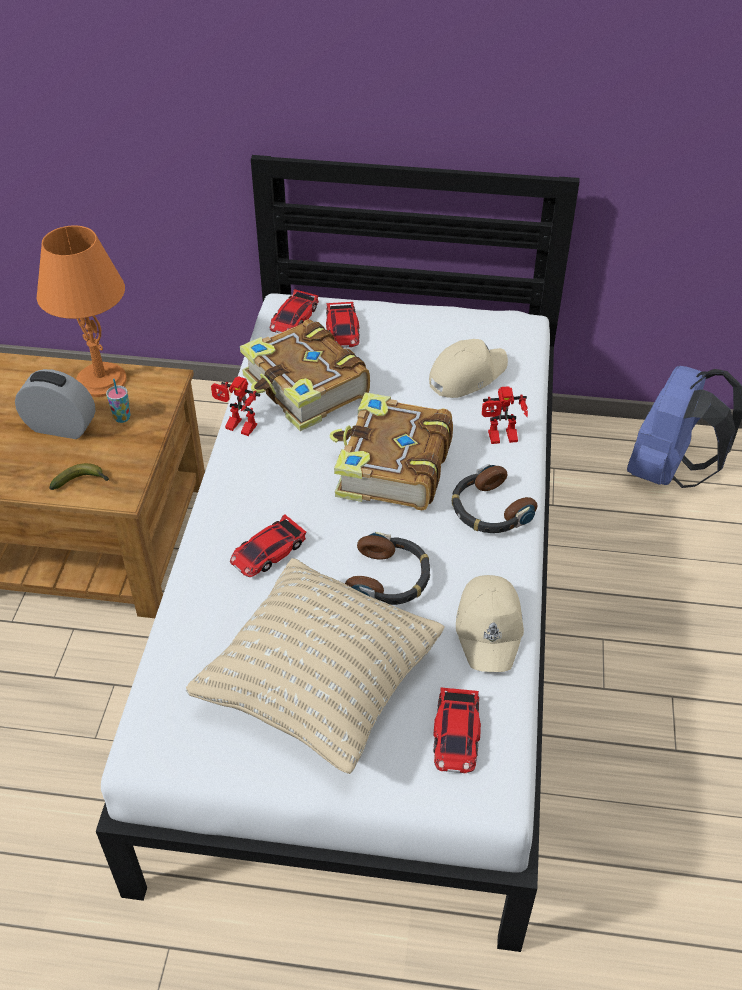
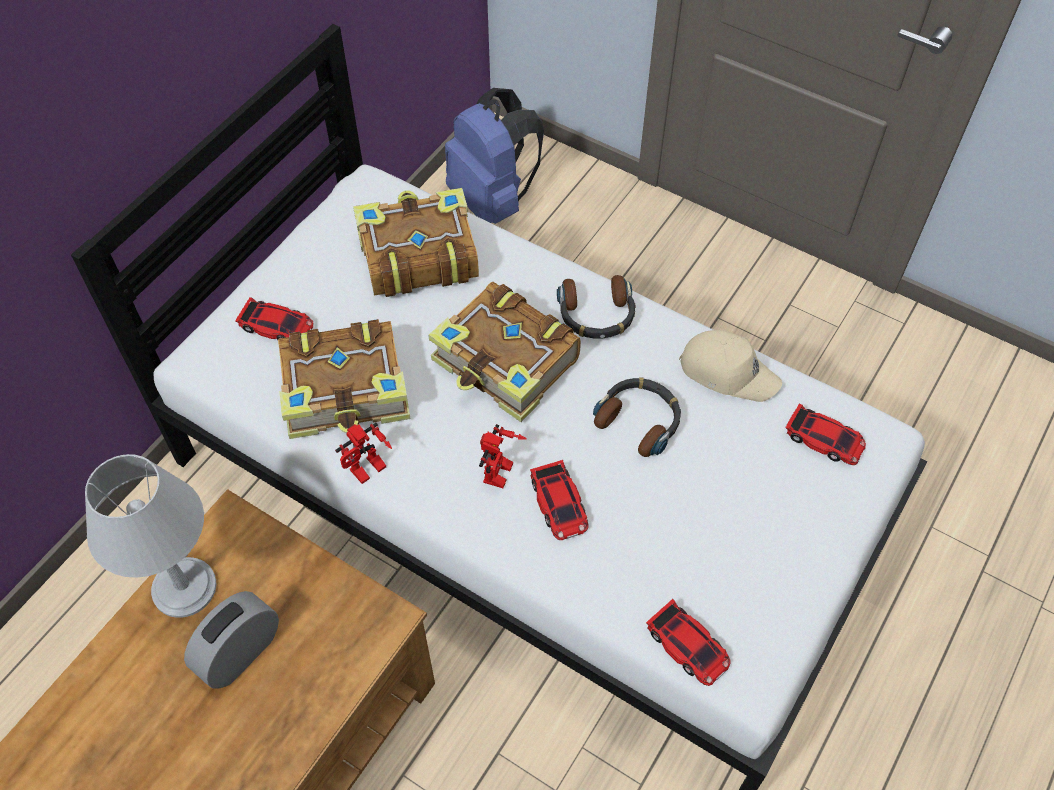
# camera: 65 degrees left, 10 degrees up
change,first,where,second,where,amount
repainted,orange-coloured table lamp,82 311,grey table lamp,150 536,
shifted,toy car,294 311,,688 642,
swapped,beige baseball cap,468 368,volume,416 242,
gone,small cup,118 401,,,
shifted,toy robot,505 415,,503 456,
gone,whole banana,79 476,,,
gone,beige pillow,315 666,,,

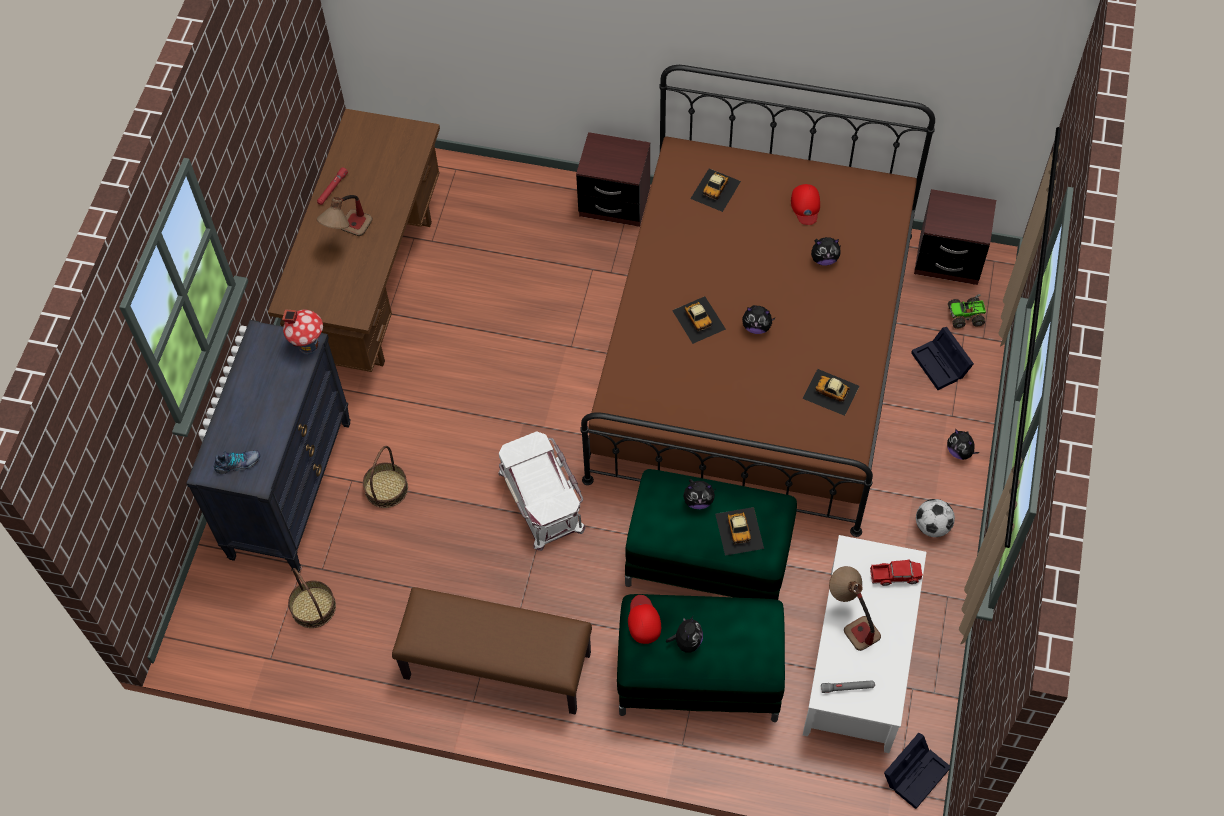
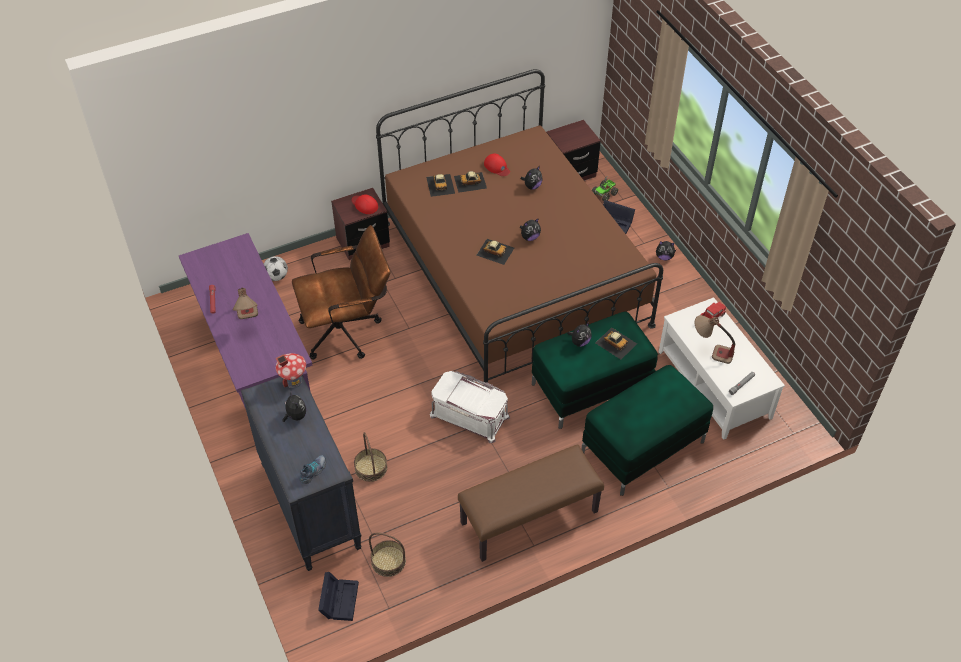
# camera: 40 degrees left, 10 degrees down
change,first,where,second,where,amount
repainted,brownish desk unit,354 240,purplish desk unit,246 321,
shifted,toy car,830 392,,470 182,
shifted,ball for football,935 518,,276 268,
shifted,reddish baseball cap,644 619,,365 204,
shifted,cuddly toy,684 634,,294 406,
shifted,blackish storage container,917 771,,338 596,
new,,,brownish desk chair,341 292,

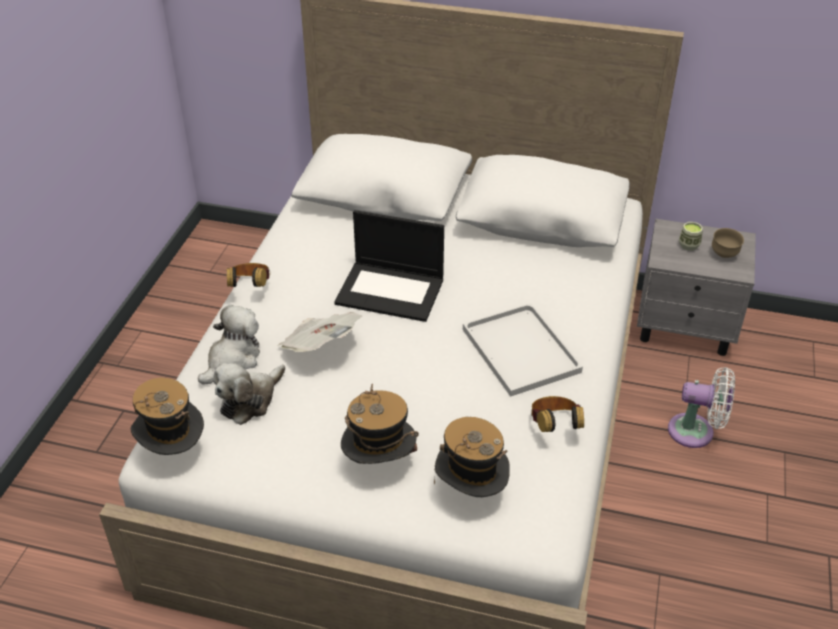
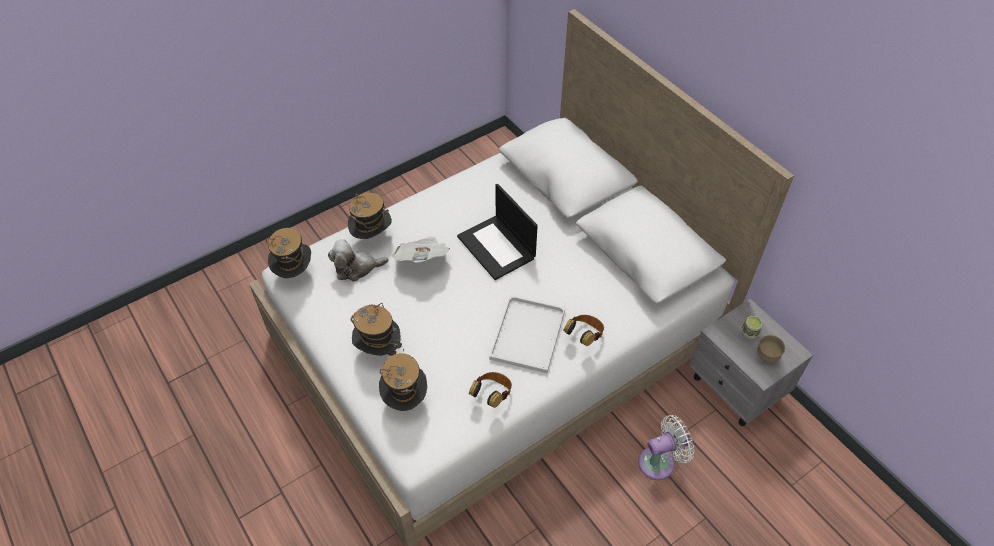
# camera: 40 degrees right, 10 degrees up
change,first,where,second,where,amount
shifted,headphones,248 275,,583 330,
swapped,cuddly toy,229 345,wearable hat,370 215,
rotated,white-coloured electric fan,701 407,,666 447,75 degrees counterclockwise

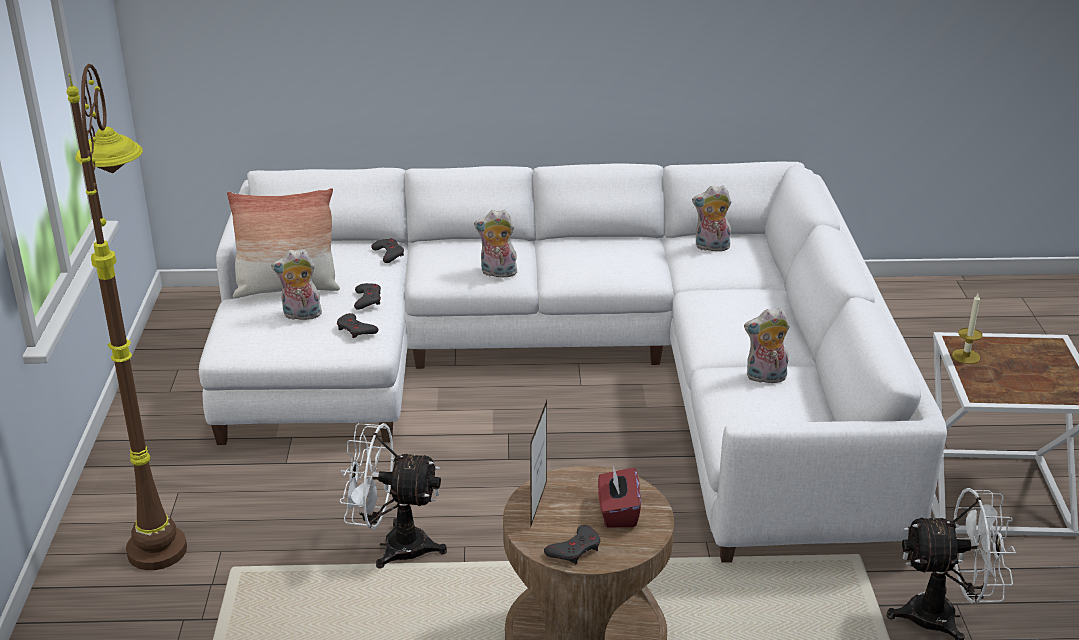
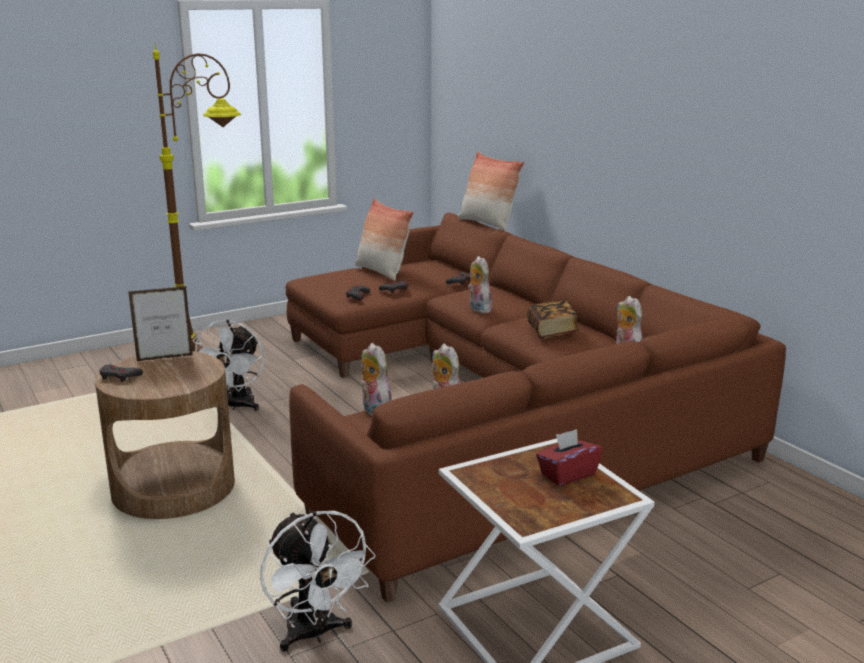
# camera: 60 degrees right, 10 degrees down
change,first,where,second,where,amount
repainted,white-coloured couch,573 362,brownish couch,536 407,
shifted,cuddly toy,296 284,,376 379,
gone,wax light,967 329,,,
rotated,white-coloured electric fan,393 496,,228 365,150 degrees counterclockwise
shifted,reddish box of tissues,619 496,,569 457,
new,,,pillow,491 191,
new,,,volume,553 320,

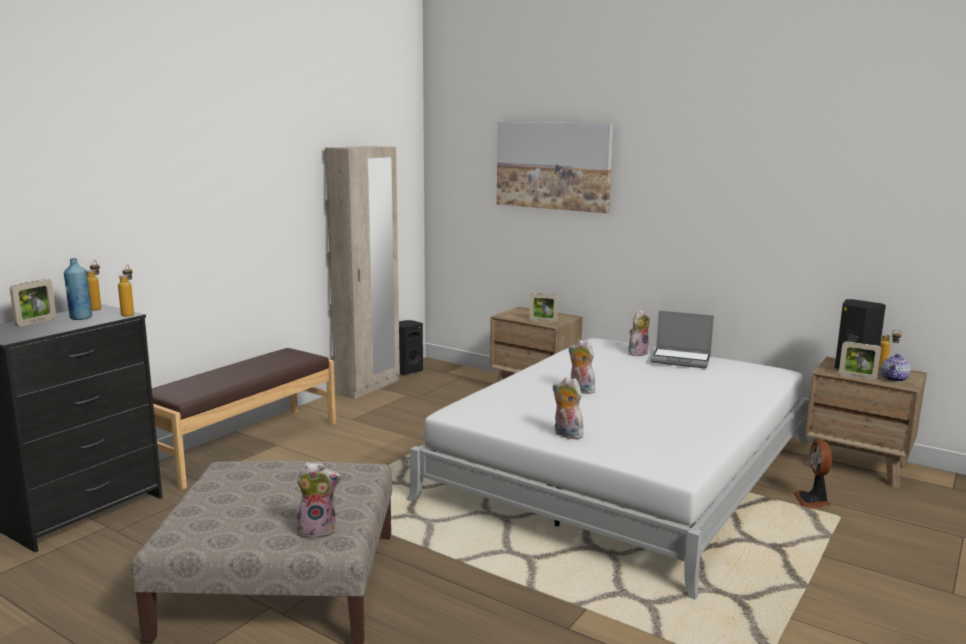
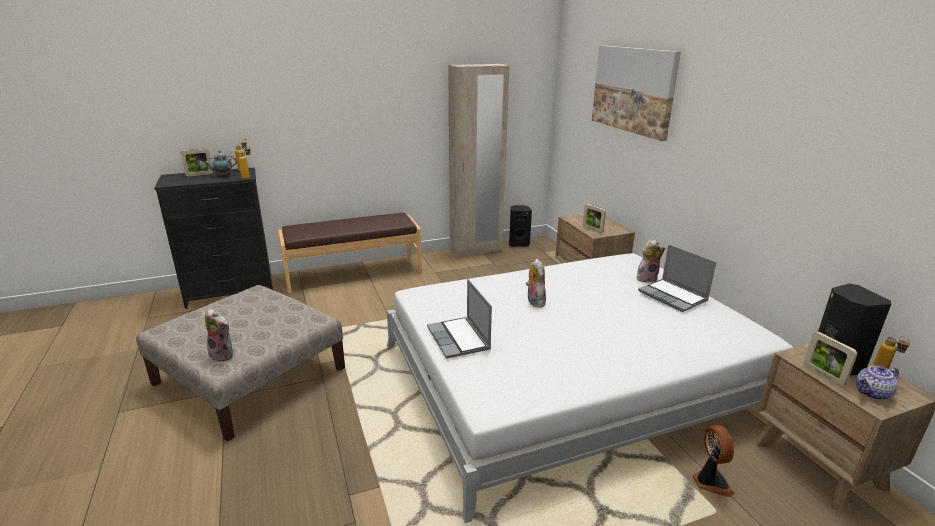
# camera: 35 degrees right, 10 degrees up
change,first,where,second,where,amount
swapped,bluish beverage bottle,78 289,pot for tea,220 163,
swapped,cuddly toy,568 408,notebook computer,459 319,
rotated,electric fan,813 474,,713 461,135 degrees clockwise

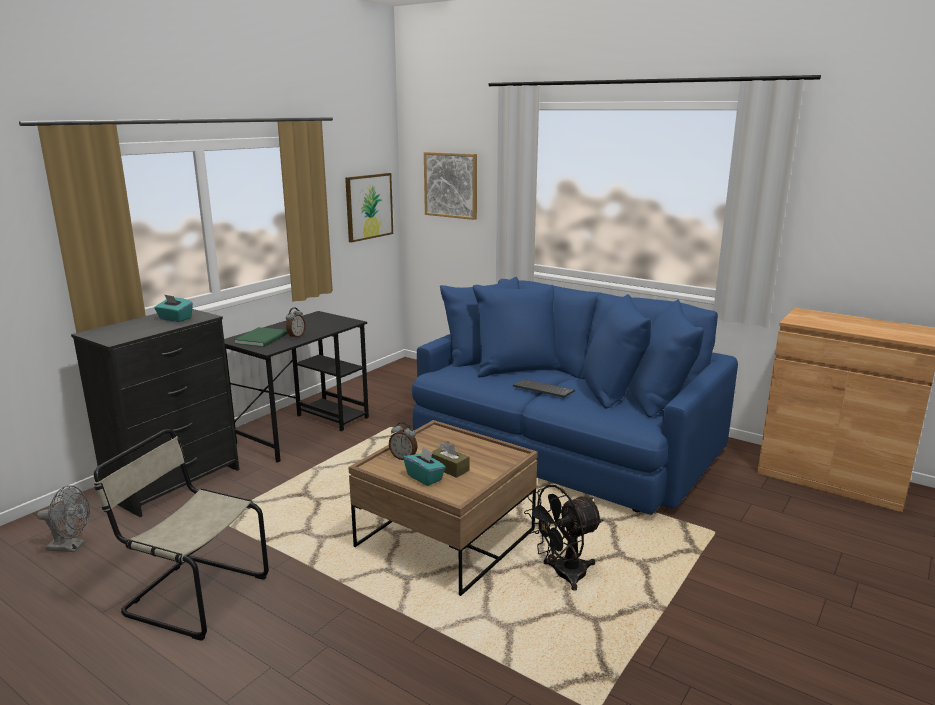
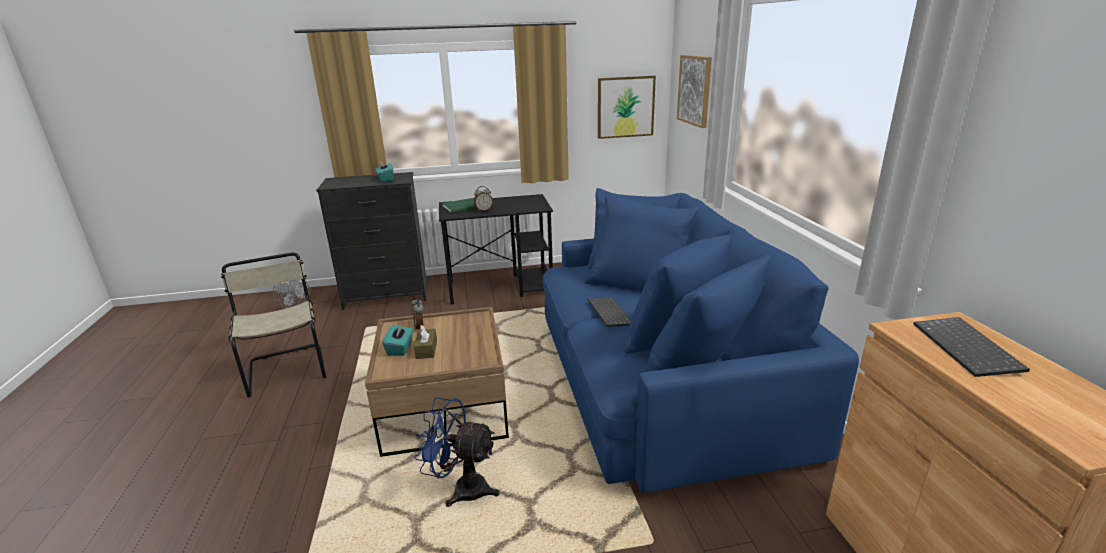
# camera: 45 degrees right, 5 degrees up
change,first,where,second,where,amount
repainted,blackish electric fan,563 538,bluish electric fan,457 452,
new,,,keyboard,972 347,

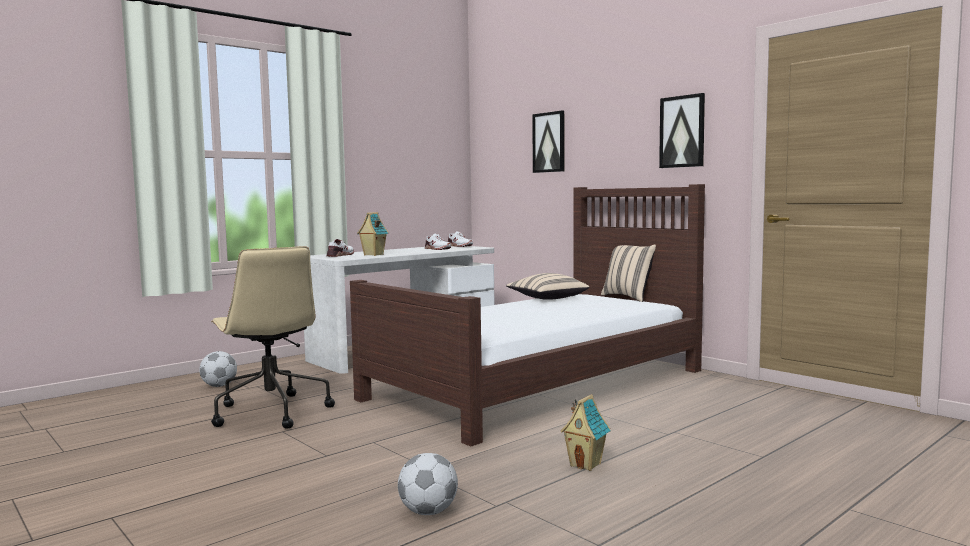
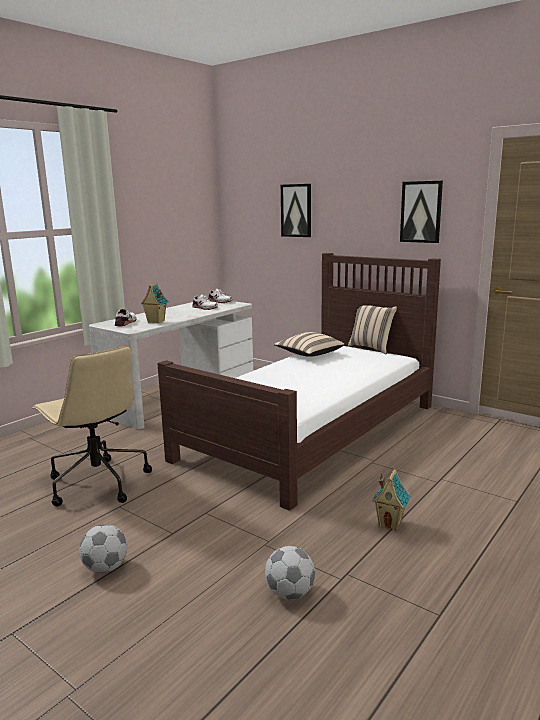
# camera: 10 degrees left, 10 degrees up
change,first,where,second,where,amount
shifted,ball for football,218 369,,103 548,

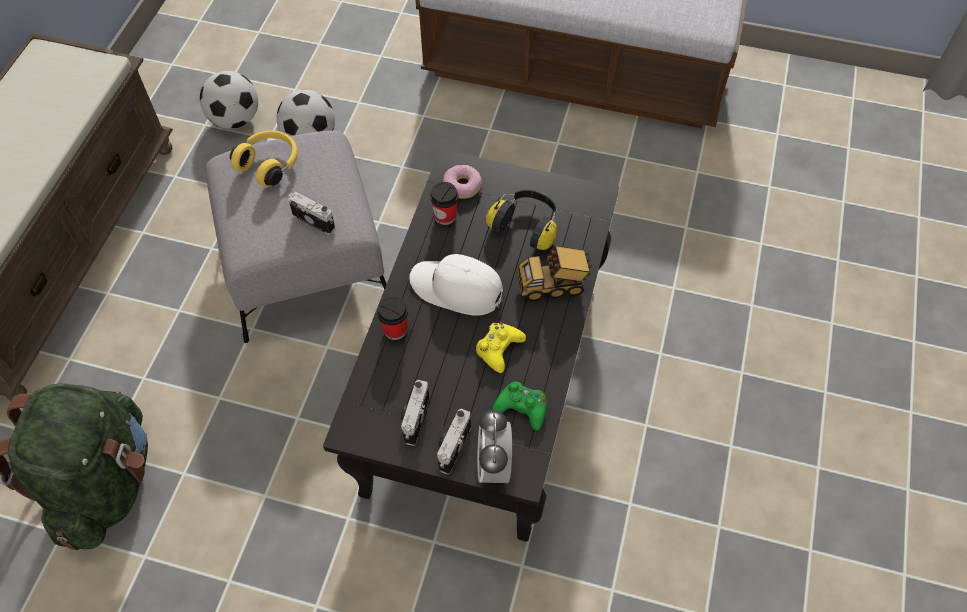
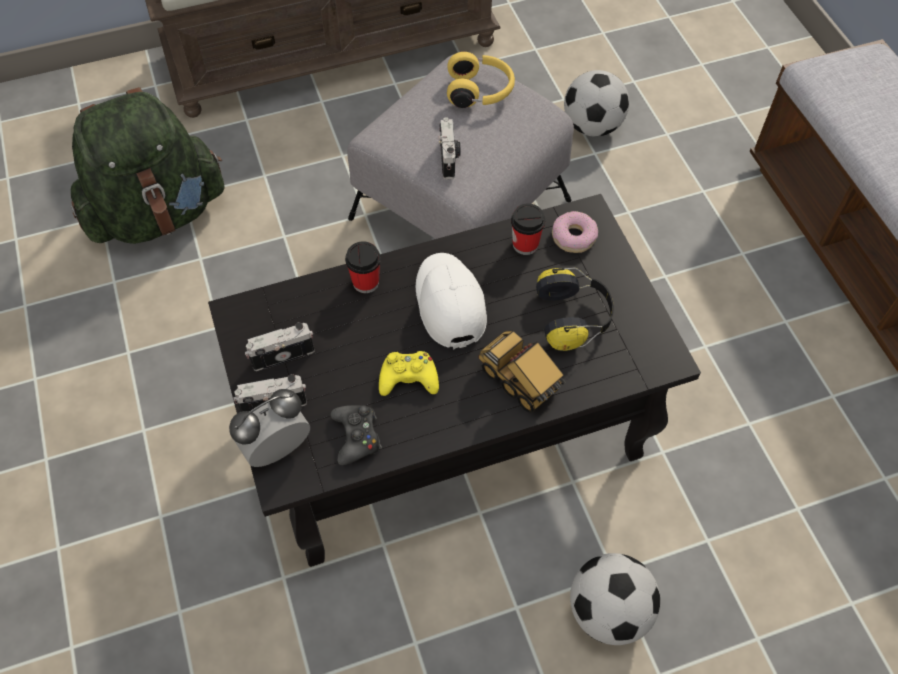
# camera: 55 degrees right, 0 degrees up
change,first,where,second,where,amount
shifted,ball for football,229 100,,615 599,
repainted,green-coloured joypad,519 405,blackish joypad,356 435,

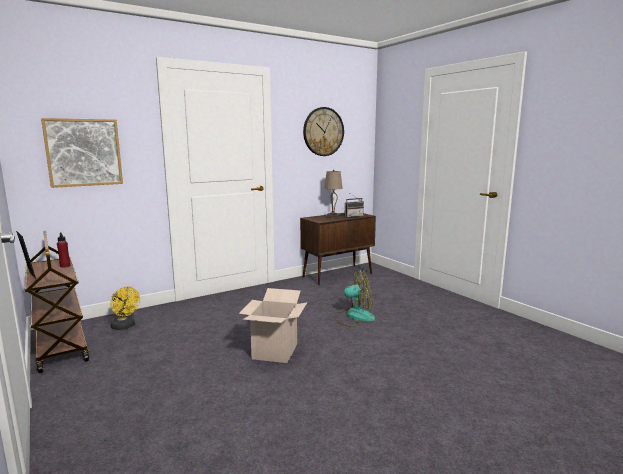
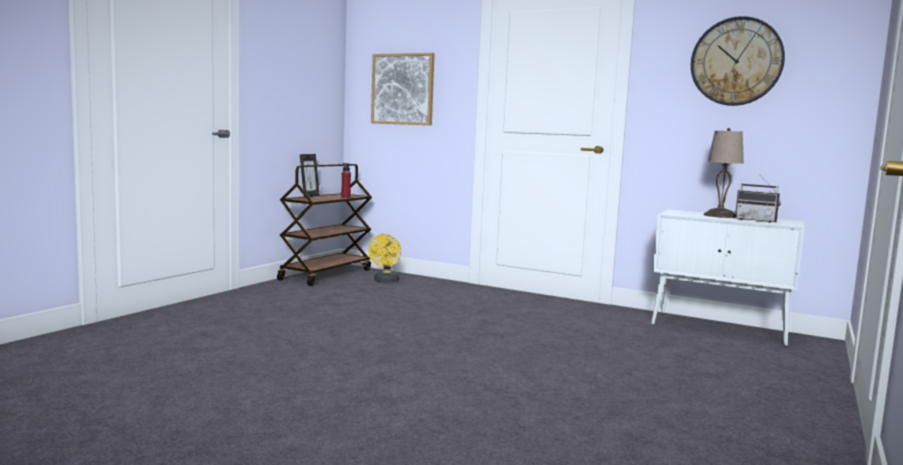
# camera: 60 degrees right, 5 degrees down
change,first,where,second,where,amount
repainted,brownish cabinet,338 249,white-coloured cabinet,727 278,
gone,electric fan,354 298,,,
gone,cardboard box,273 325,,,

